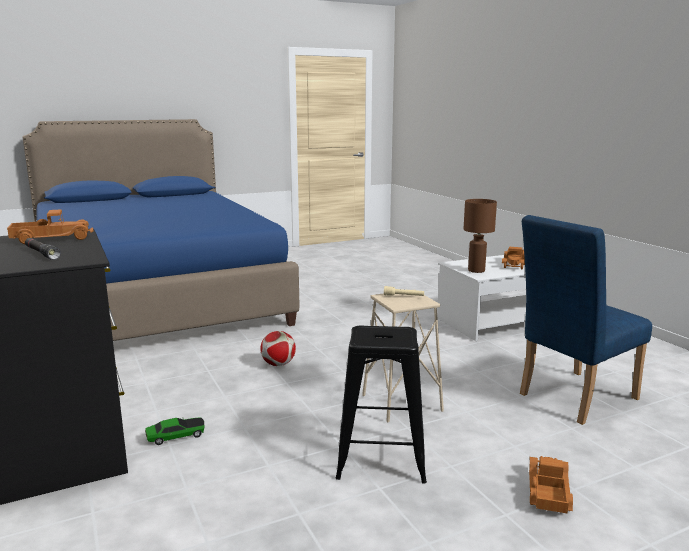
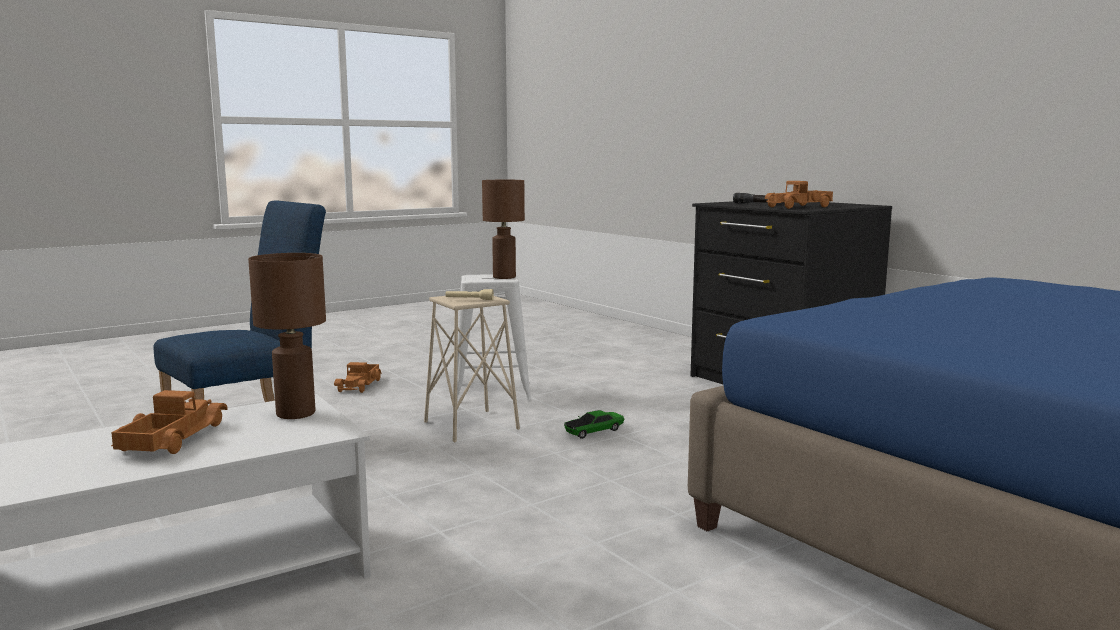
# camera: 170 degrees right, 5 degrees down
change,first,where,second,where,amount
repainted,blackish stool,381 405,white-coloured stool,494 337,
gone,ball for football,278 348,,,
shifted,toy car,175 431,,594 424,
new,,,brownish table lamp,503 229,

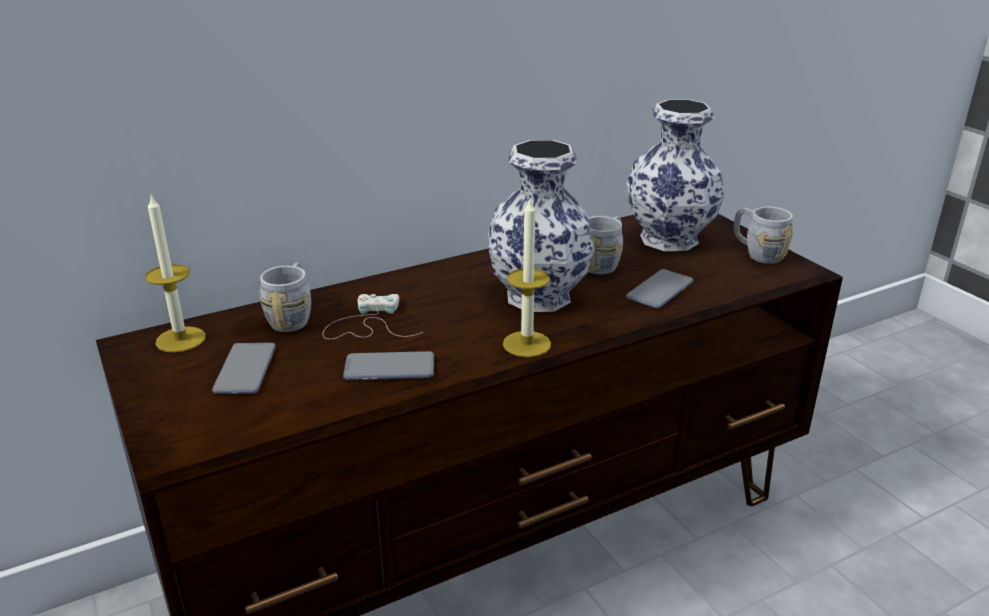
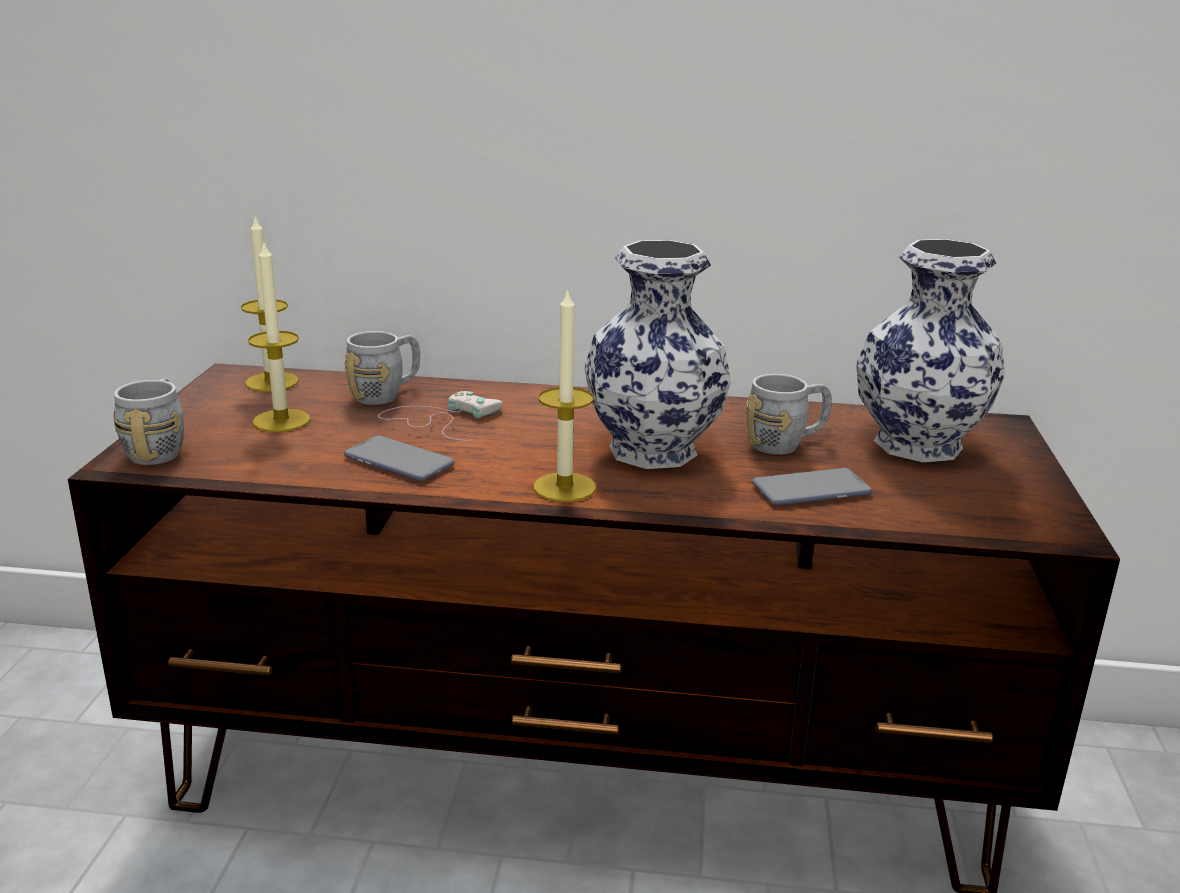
# camera: 35 degrees right, 5 degrees down
change,first,where,second,where,amount
shifted,grey coffee mug,763 235,,148 422,
swapped,telephone,244 368,wax light,279 337,

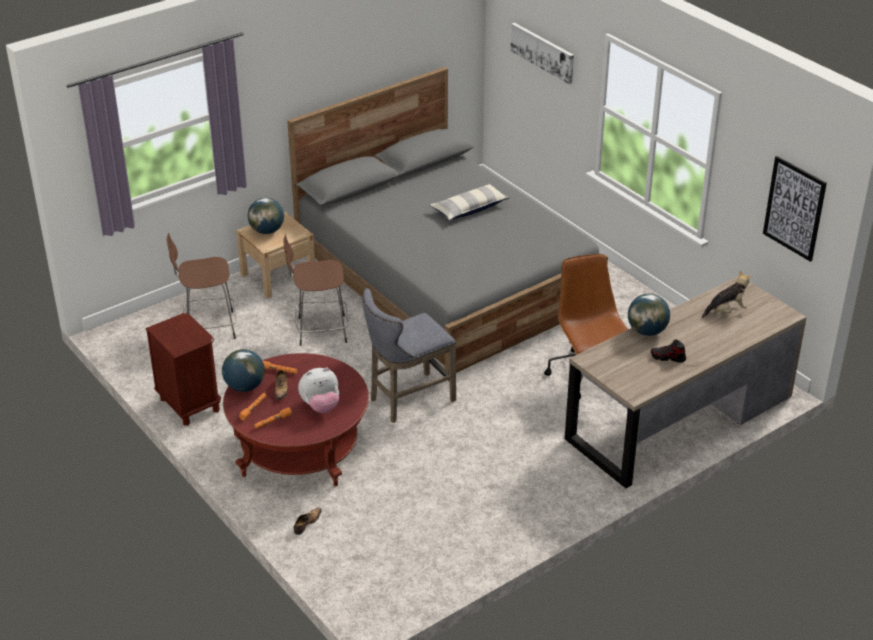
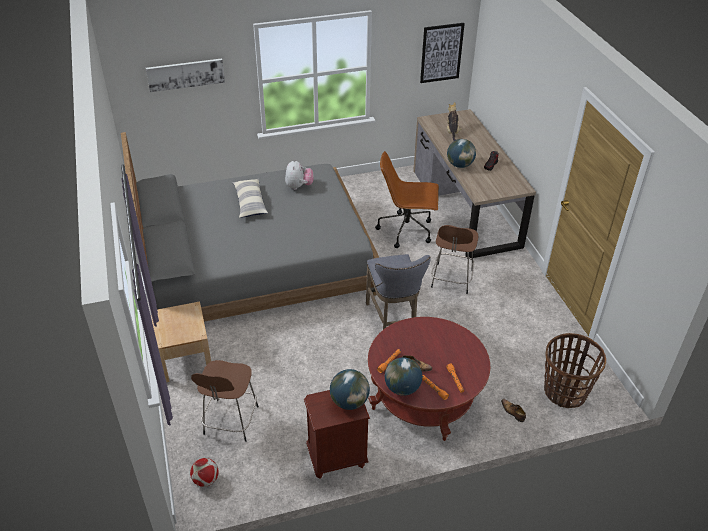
# camera: 70 degrees left, 5 degrees up
change,first,where,second,where,amount
shifted,world globe,266 216,,350 389,
shifted,brownish stool,316 290,,454 259,
shifted,cuddly toy,318 390,,299 174,
new,,,storage basket,575 370,
new,,,ball for football,204 472,

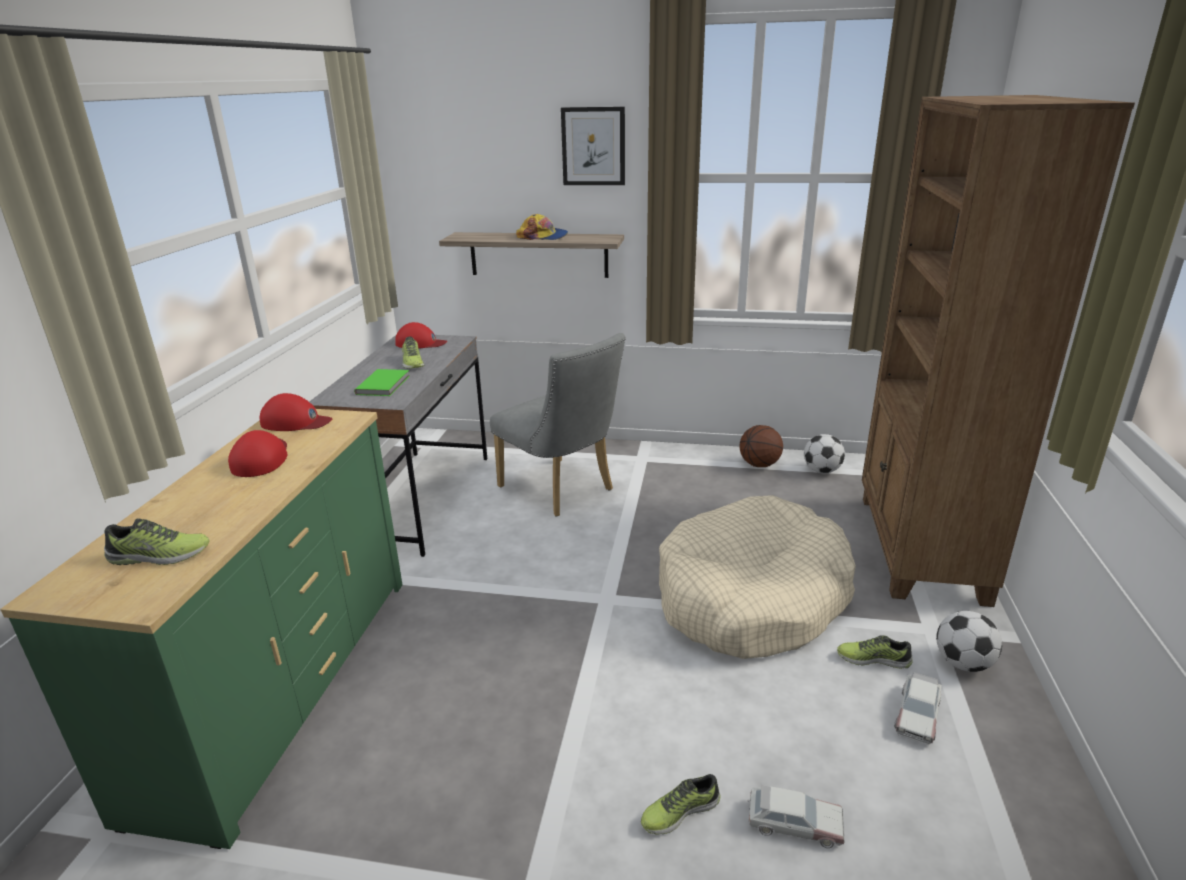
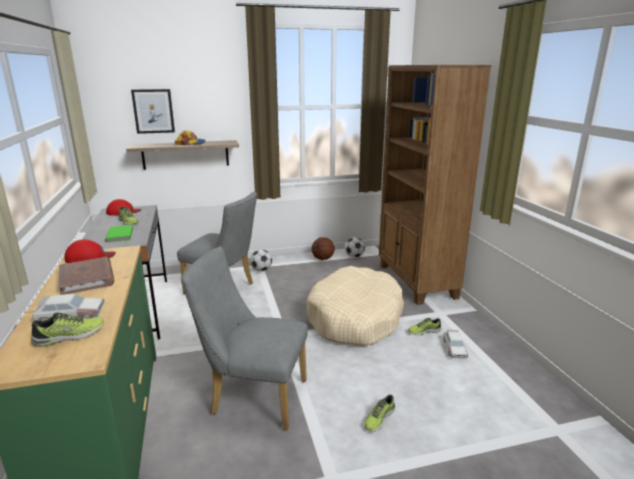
# camera: 25 degrees left, 5 degrees down
change,first,where,second,where,amount
shifted,wall art,593 146,,153 111,
swapped,reddish baseball cap,257 453,brownish volume,86 276,
shifted,ball for football,969 641,,261 260,
shifted,toy car,796 816,,68 307,
new,,,grey chair,244 338,

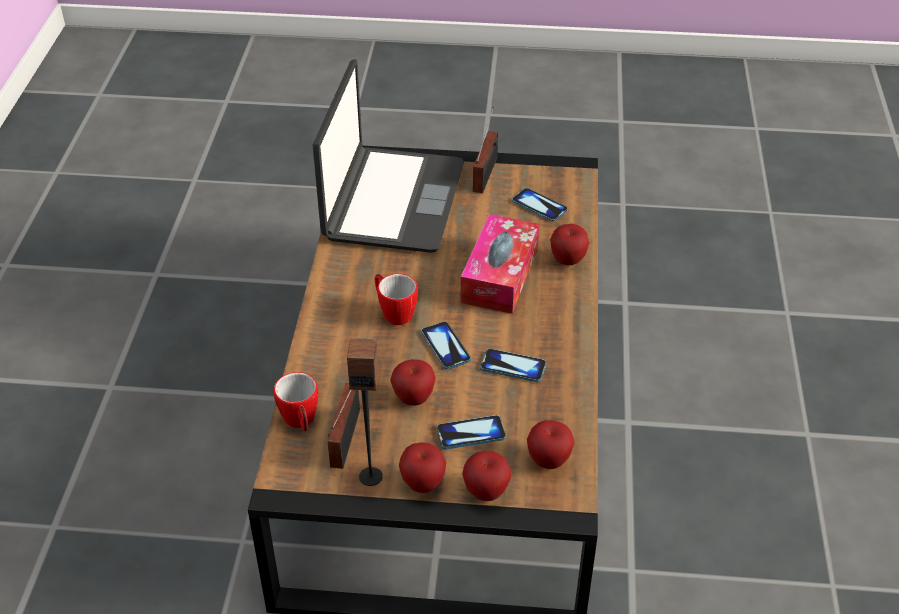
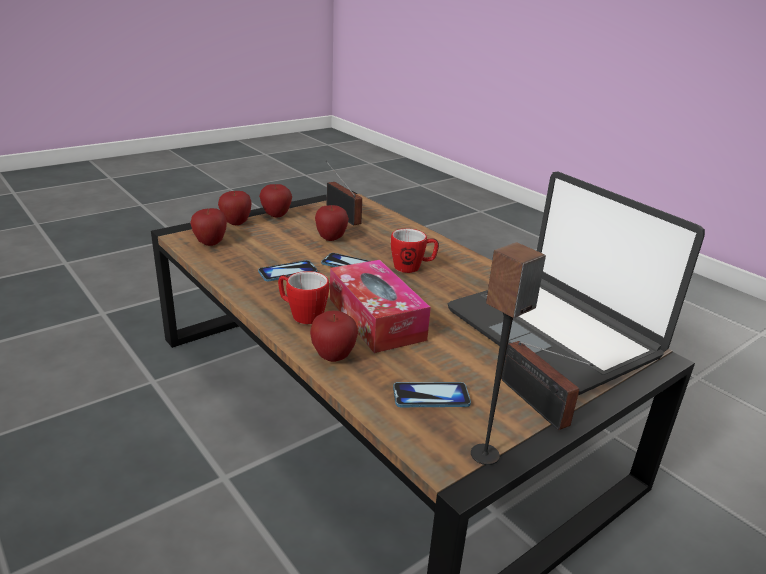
# camera: 135 degrees right, 15 degrees down
change,first,where,second,where,amount
shifted,loudspeaker,365 412,,508 353,
shifted,coffee mug,296 401,,303 297,
gone,telephone,471 432,,,

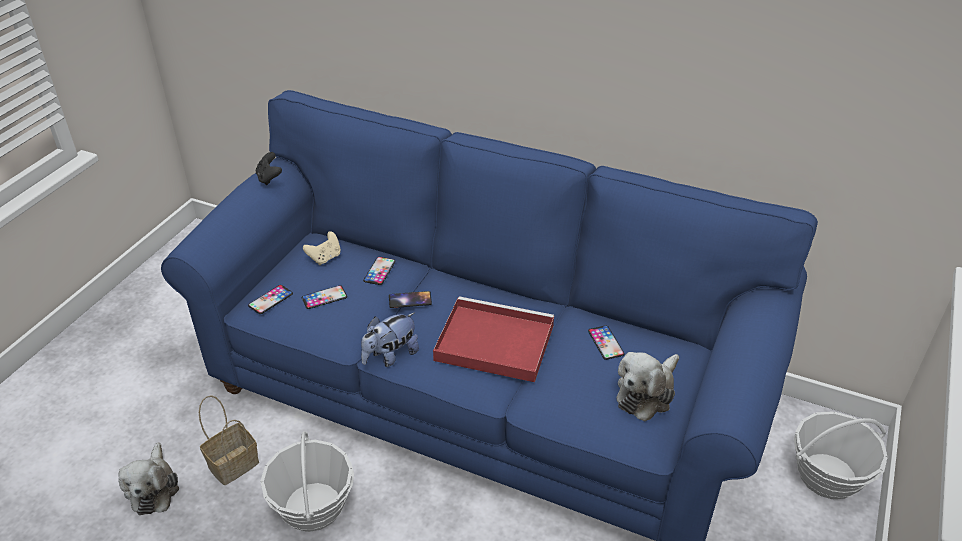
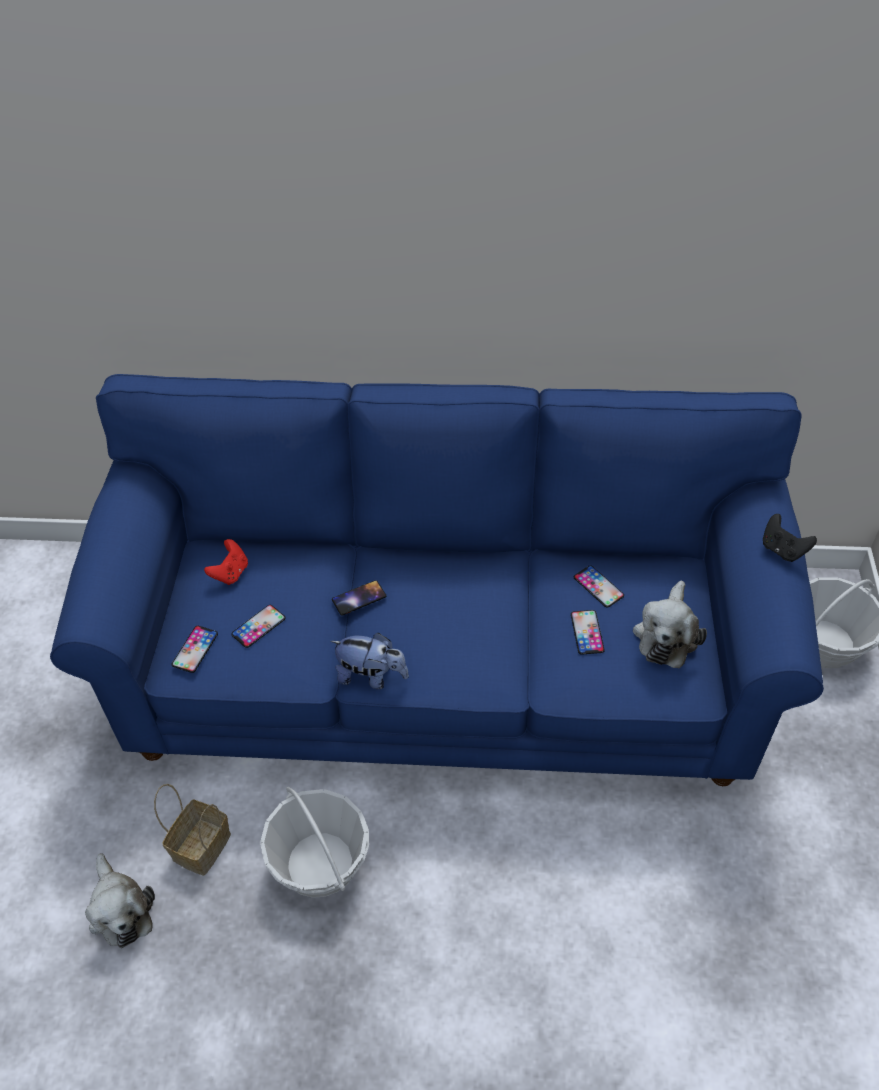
# camera: 20 degrees left, 10 degrees up
change,first,where,second,where,amount
shifted,blackish joypad,269 168,,790 538,
repainted,beige joypad,322 248,reddish joypad,226 562,
shifted,telephone,379 271,,588 632,
gone,reddish serving tray,493 339,,,
rotated,cuddly toy,390 340,,369 661,105 degrees counterclockwise

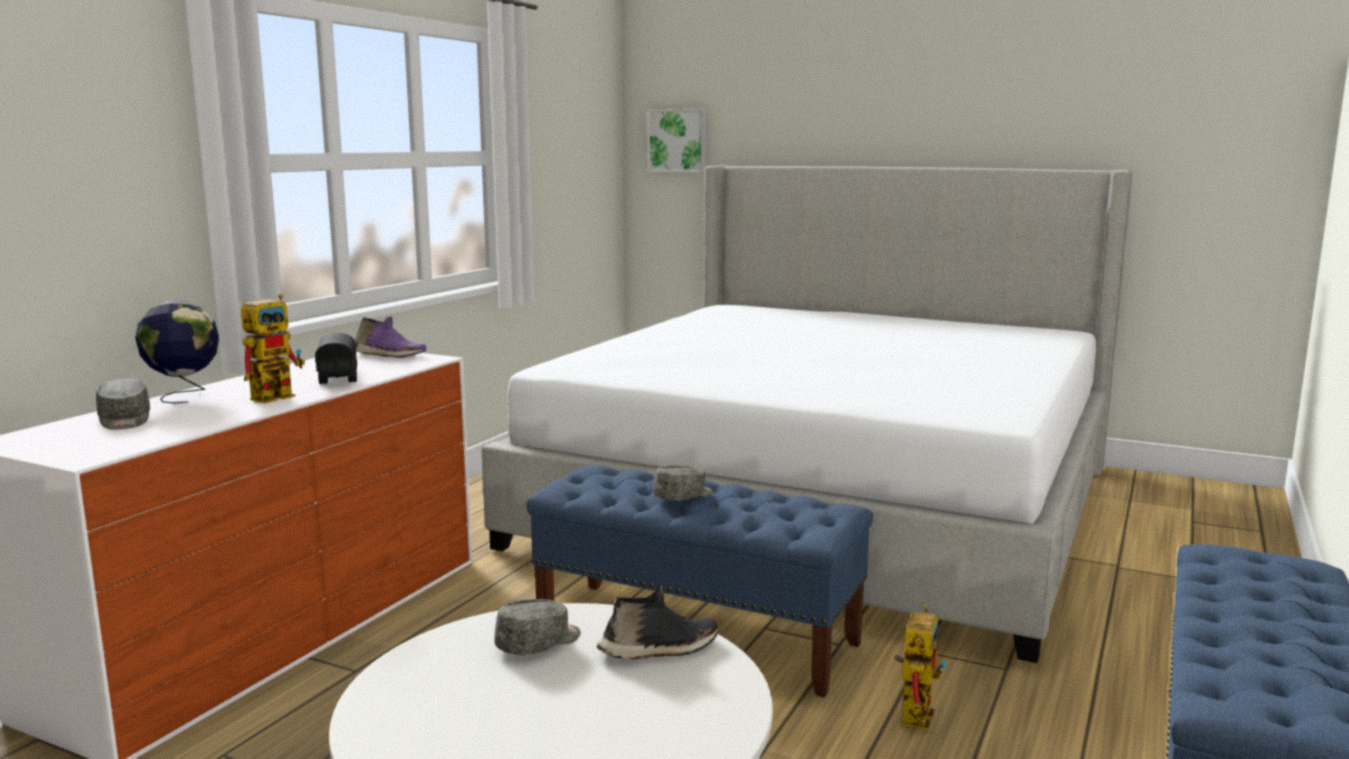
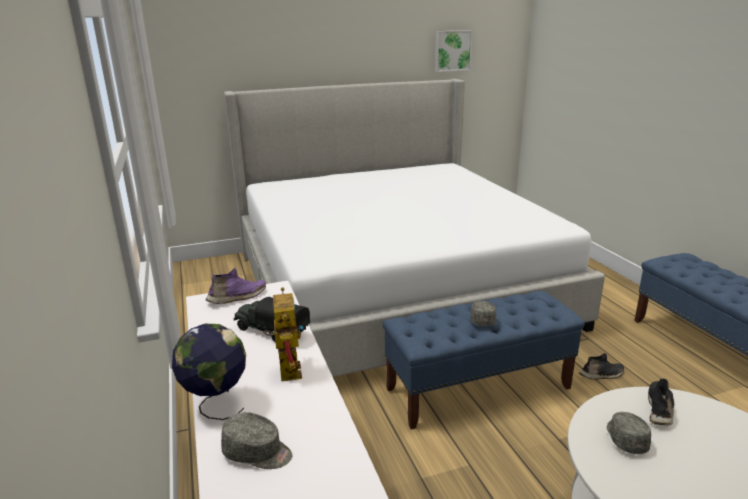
# camera: 45 degrees left, 10 degrees up
change,first,where,second,where,amount
shifted,wall art,676 141,,454 51,
swapped,toy robot,921 667,blackish shoe,601 366,

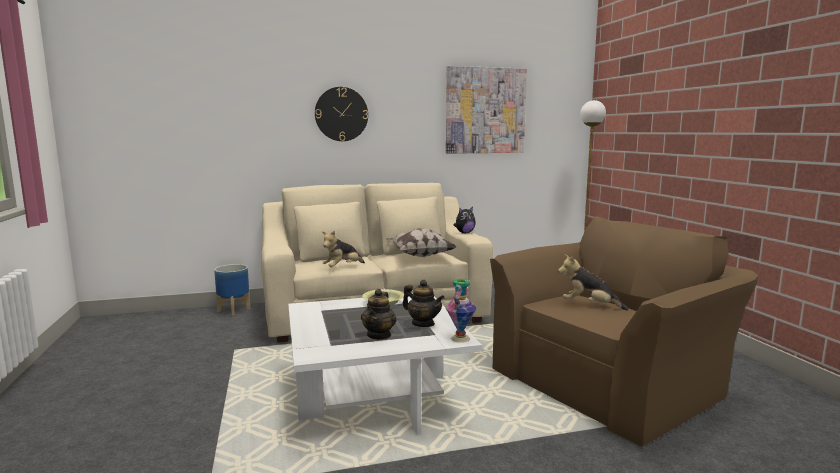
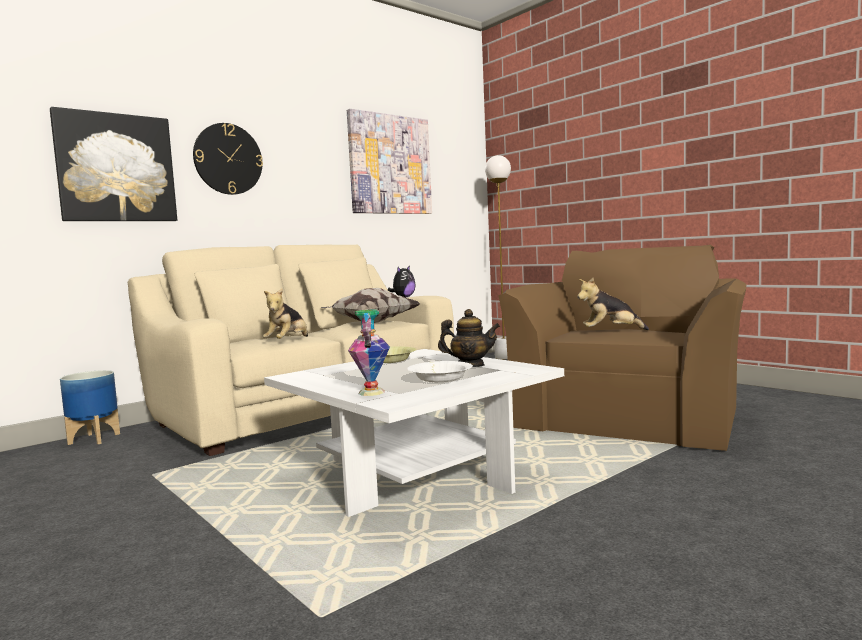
# camera: 25 degrees left, 5 degrees down
change,first,where,second,where,amount
shifted,vase,461 311,,369 353,
swapped,pot for tea,379 314,white-coloured serving bowl,440 371,
new,,,wall art,113 164,

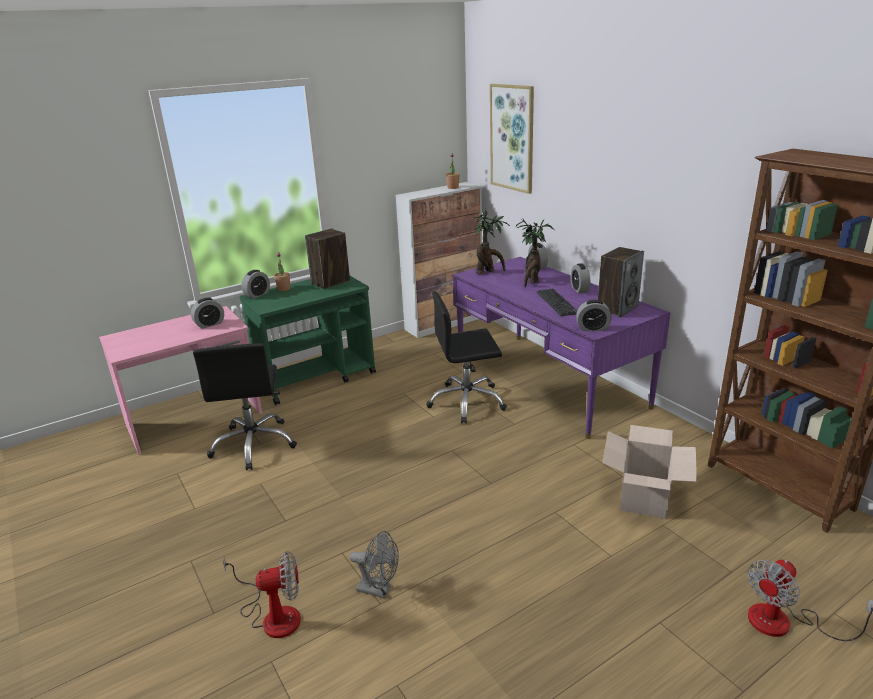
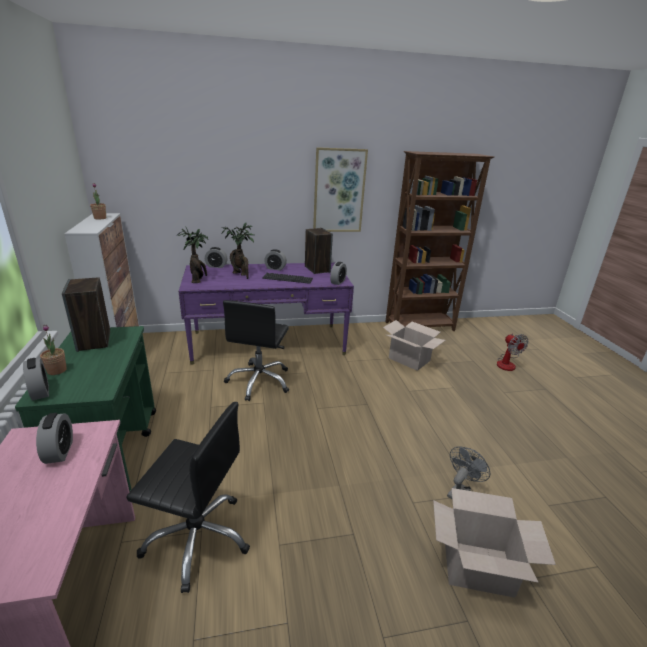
# camera: 70 degrees left, 0 degrees up
change,first,where,second,where,amount
shifted,wall art,512 139,,340 189,
swapped,electric fan,262 594,cardboard box,494 543,

